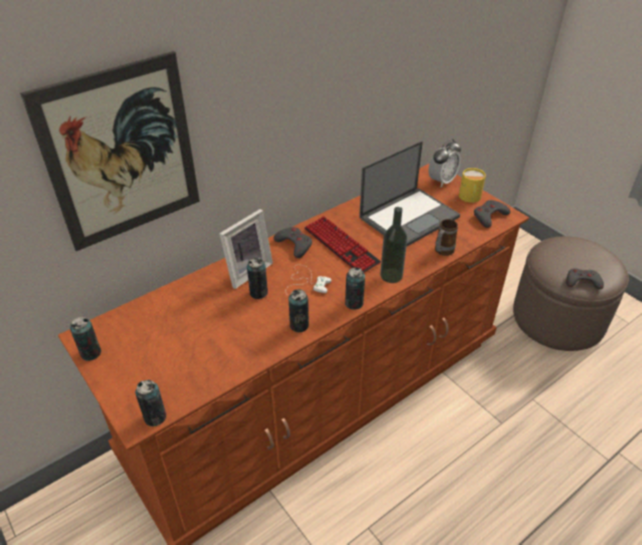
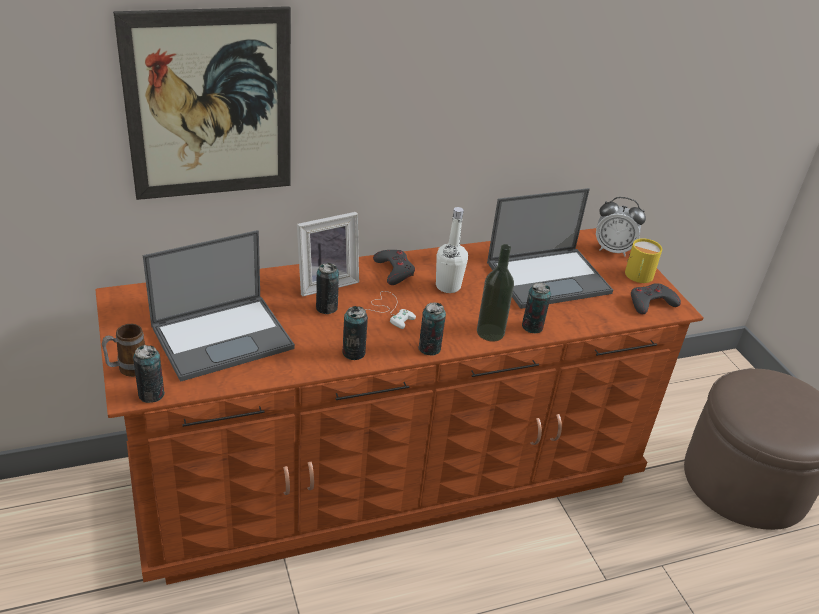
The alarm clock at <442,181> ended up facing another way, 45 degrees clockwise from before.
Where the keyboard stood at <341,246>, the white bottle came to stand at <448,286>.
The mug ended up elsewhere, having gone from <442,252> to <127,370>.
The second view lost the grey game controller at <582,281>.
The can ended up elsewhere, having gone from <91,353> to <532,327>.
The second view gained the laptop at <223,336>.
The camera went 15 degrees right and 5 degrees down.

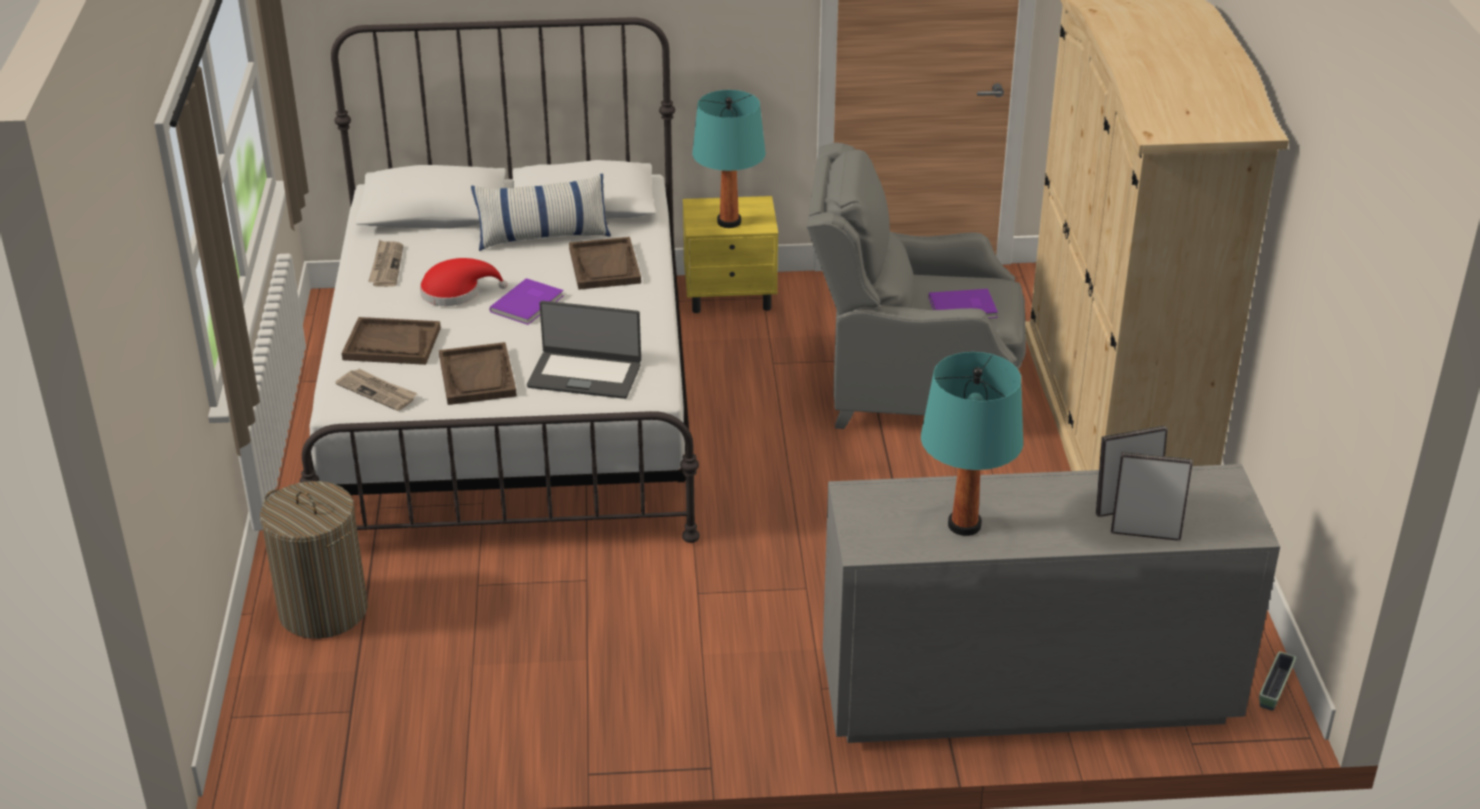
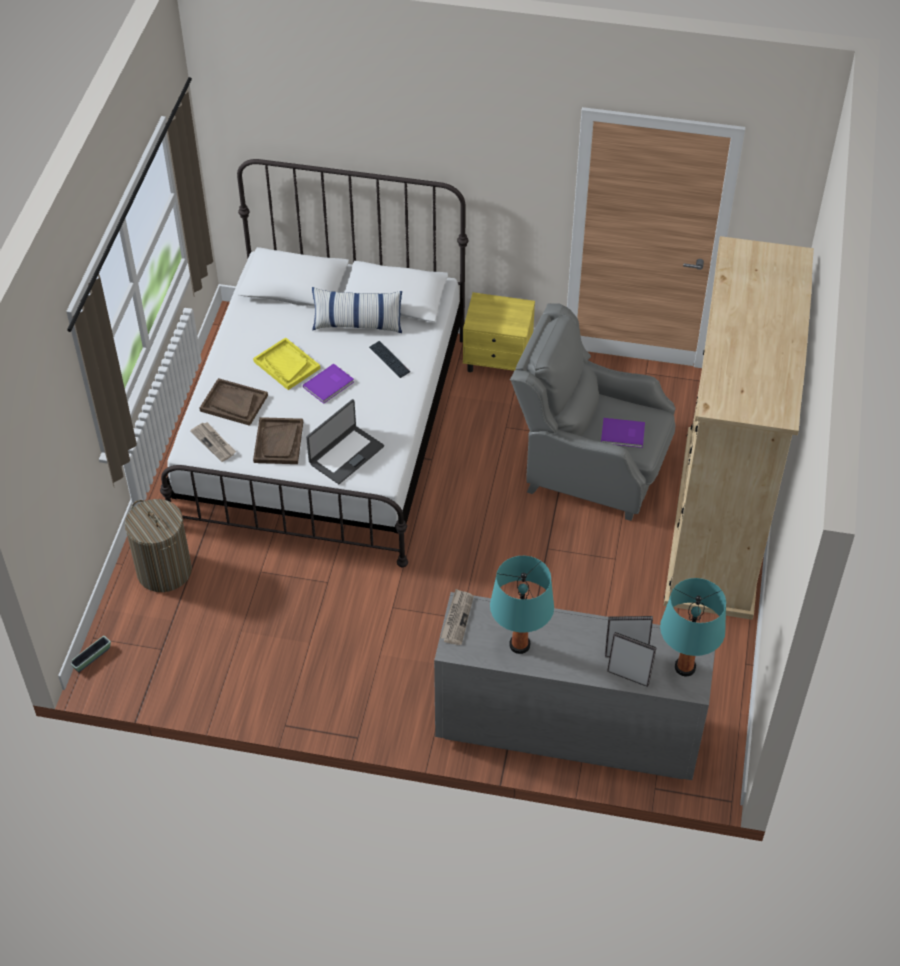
The turquoise table lamp ended up elsewhere, having gone from <728,222> to <684,667>.
Where the brown tray stood at <605,266>, the keyboard came to stand at <389,360>.
The newspaper ended up elsewhere, having gone from <386,266> to <457,618>.
Where the red hat stood at <456,292>, the yellow tray came to stand at <286,365>.
The laptop at <585,375> ended up facing another way, 75 degrees counterclockwise from before.
The planter ended up elsewhere, having gone from <1275,689> to <92,658>.
The camera went 15 degrees right and 15 degrees up.

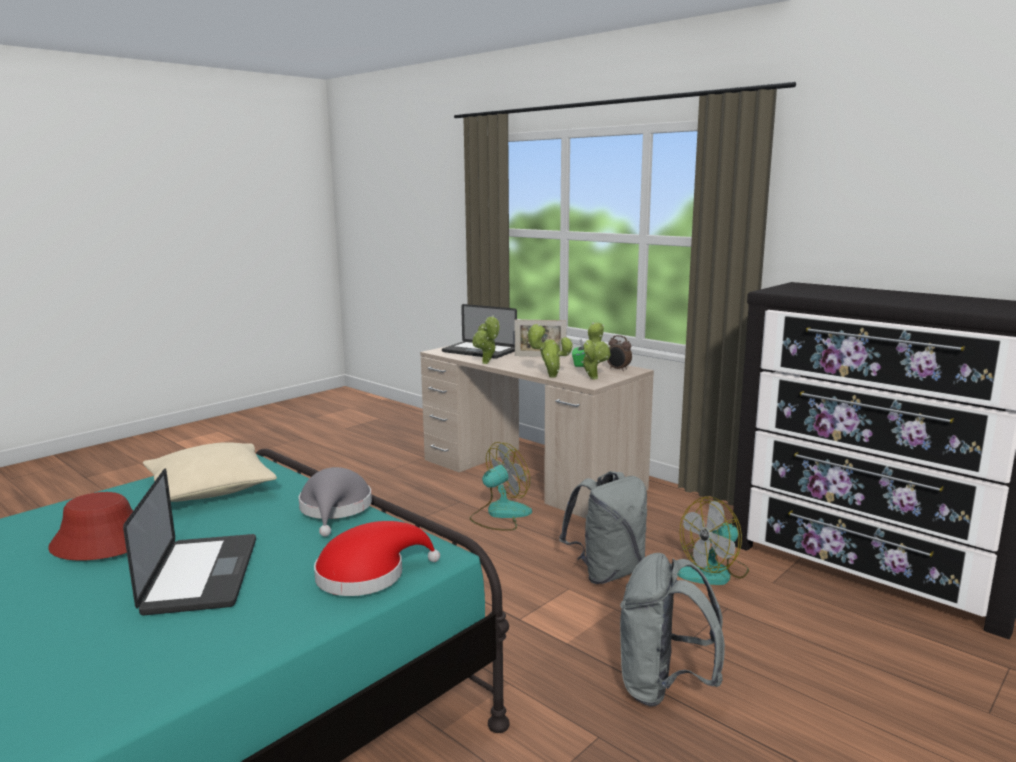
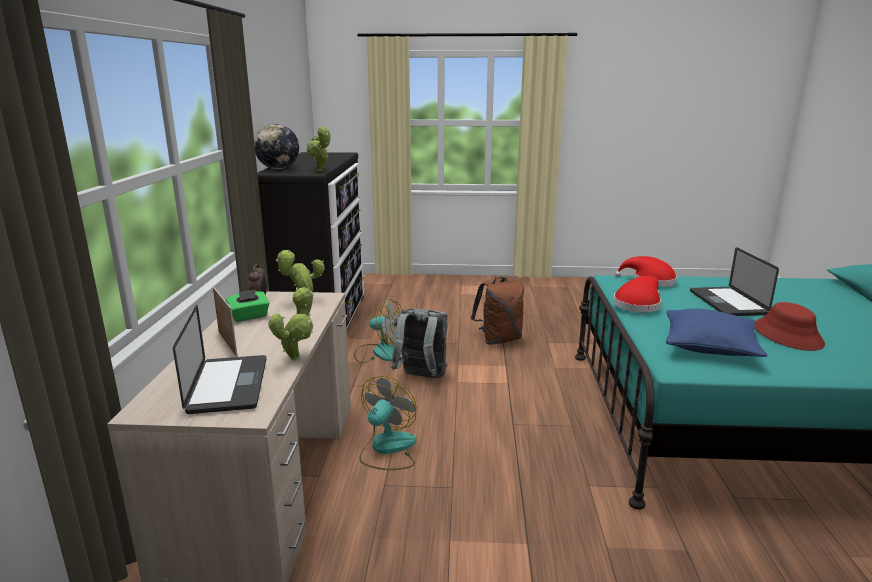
The potted plant ended up elsewhere, having gone from <549,376> to <320,171>.
What was the beige pillow at <210,489> turned into the blue pillow at <709,346>.
The fan at <500,514> ended up facing another way, 105 degrees clockwise from before.
What was the grey hat at <335,509> turned into the red hat at <638,304>.
The laptop at <201,575> ended up facing another way, 45 degrees counterclockwise from before.
What was the grey backpack at <663,687> turned into the brown backpack at <499,339>.
The second view gained the globe at <278,169>.
The camera went 130 degrees left and 5 degrees up.

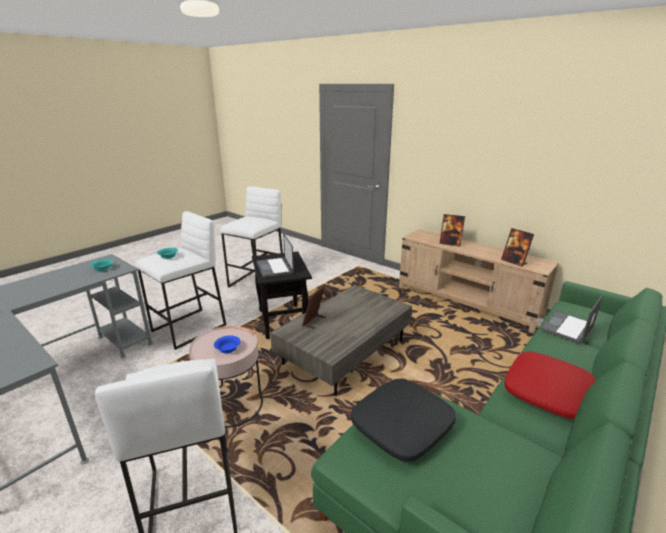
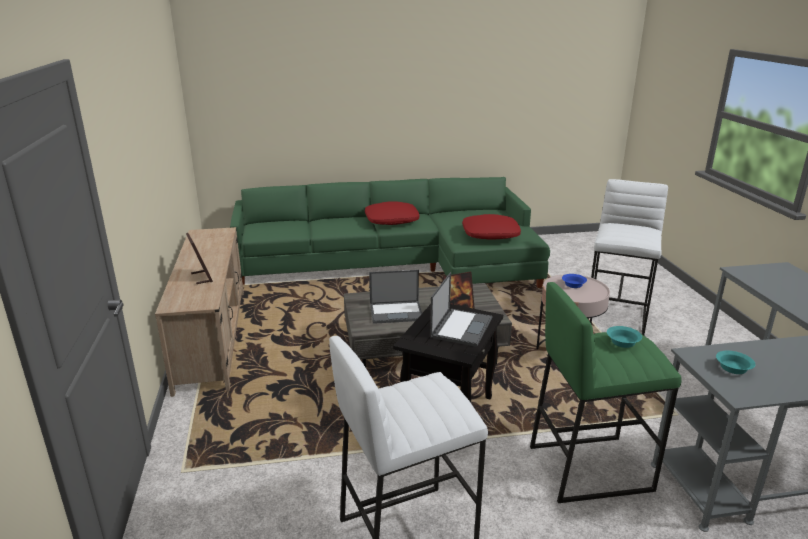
What was the white stool at <189,328> turned into the green stool at <589,467>.
The second view lost the picture frame at <514,262>.
The laptop ended up elsewhere, having gone from <567,327> to <397,312>.
What was the black pillow at <402,426> turned into the red pillow at <490,234>.
The camera went 140 degrees left and 0 degrees up.

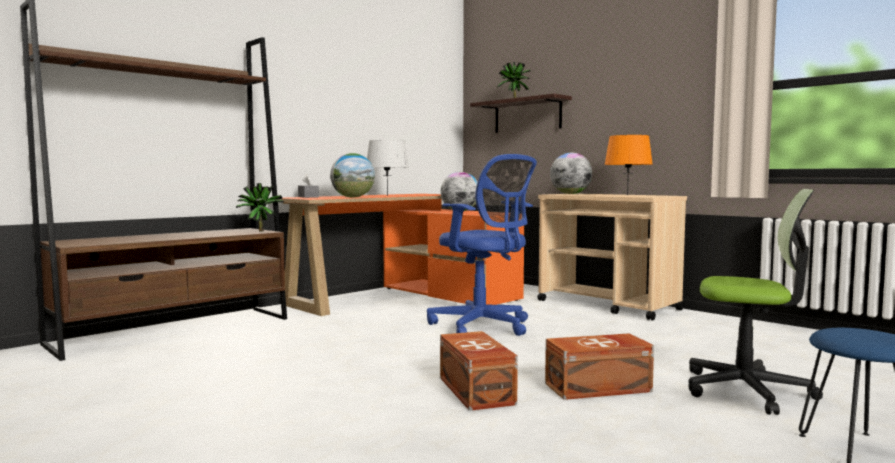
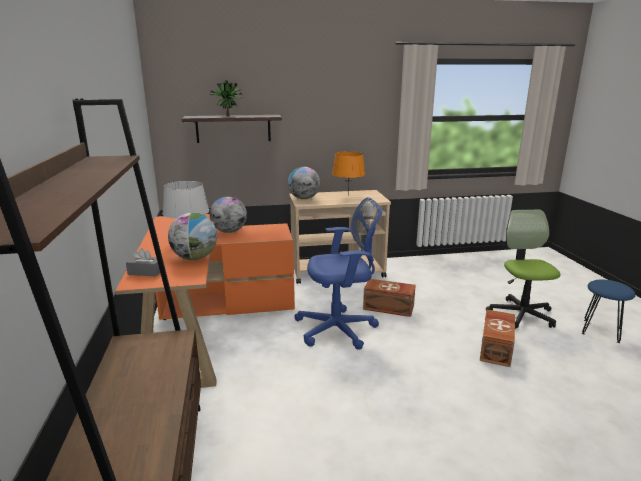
The second view lost the potted plant at <259,231>.
The office chair at <747,390> ended up facing another way, 60 degrees counterclockwise from before.
The brown storage box ended up elsewhere, having gone from <475,391> to <389,308>.
The camera went 55 degrees left and 15 degrees up.

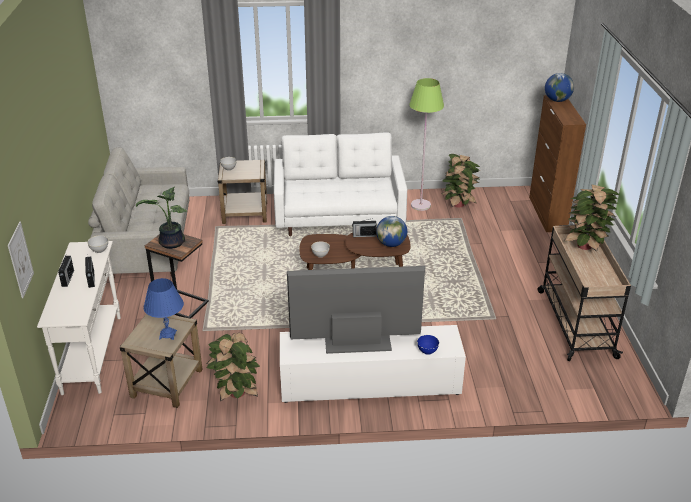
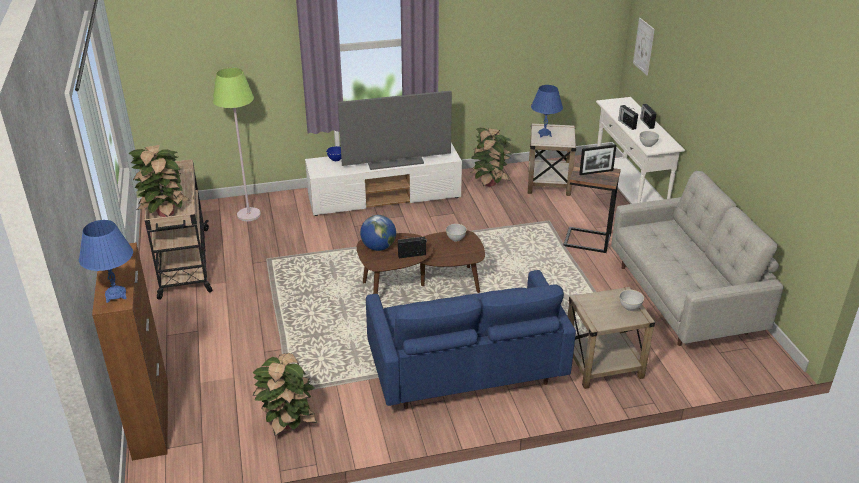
Where the globe stood at <557,100>, the blue table lamp came to stand at <116,295>.
The green floor lamp ended up elsewhere, having gone from <421,205> to <248,215>.
What was the white sofa at <339,219> turned into the blue sofa at <465,370>.
Where the potted plant stood at <171,243>, the picture frame came to stand at <596,172>.
The camera went 170 degrees right and 0 degrees up.

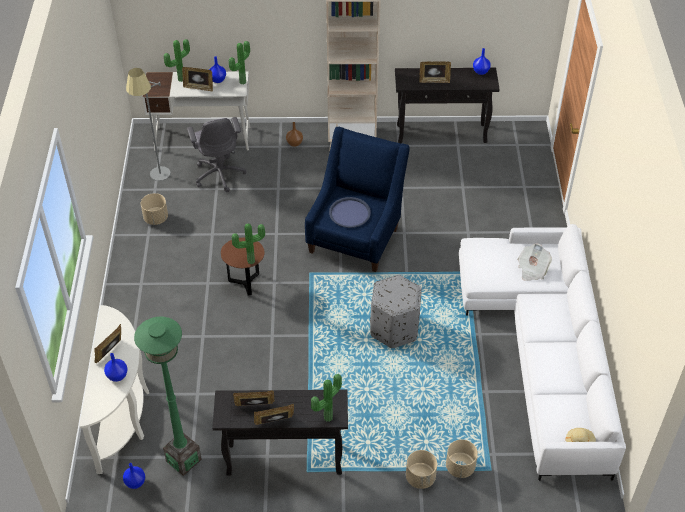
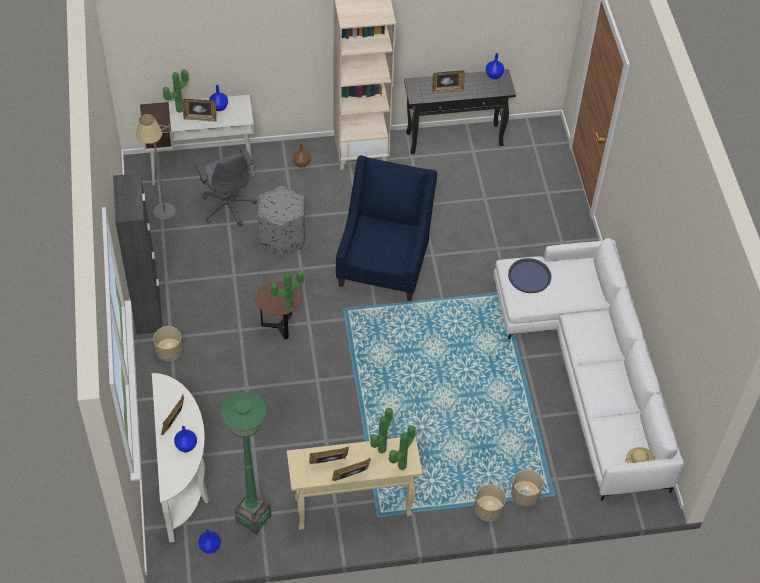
The potted plant ended up elsewhere, having gone from <241,82> to <380,449>.
The beige planter ended up elsewhere, having gone from <155,218> to <169,352>.
The blue tray ended up elsewhere, having gone from <349,213> to <529,276>.
The second view lost the newspaper at <532,269>.
The grey ottoman ended up elsewhere, having gone from <394,328> to <282,237>.
What was the black console table at <283,459> turned into the beige console table at <352,507>.
The second view gained the black cabinet at <148,310>.
The camera went 10 degrees left and 5 degrees up.

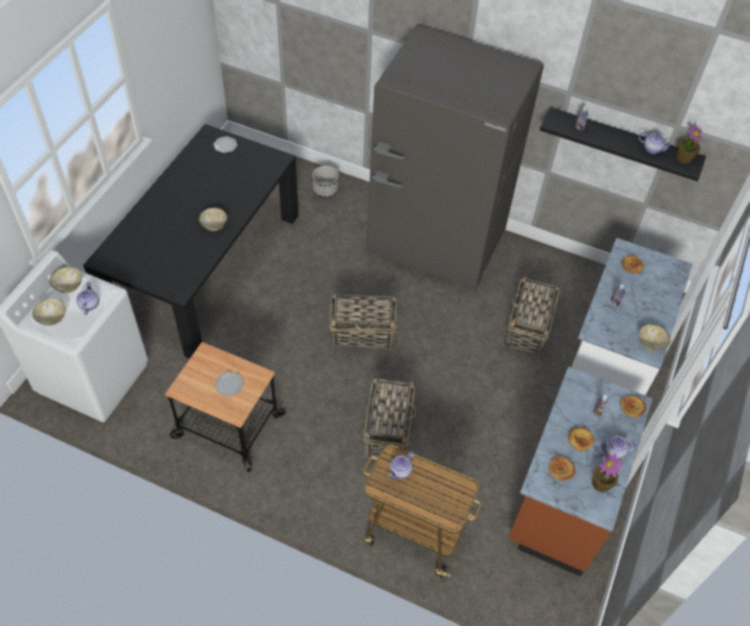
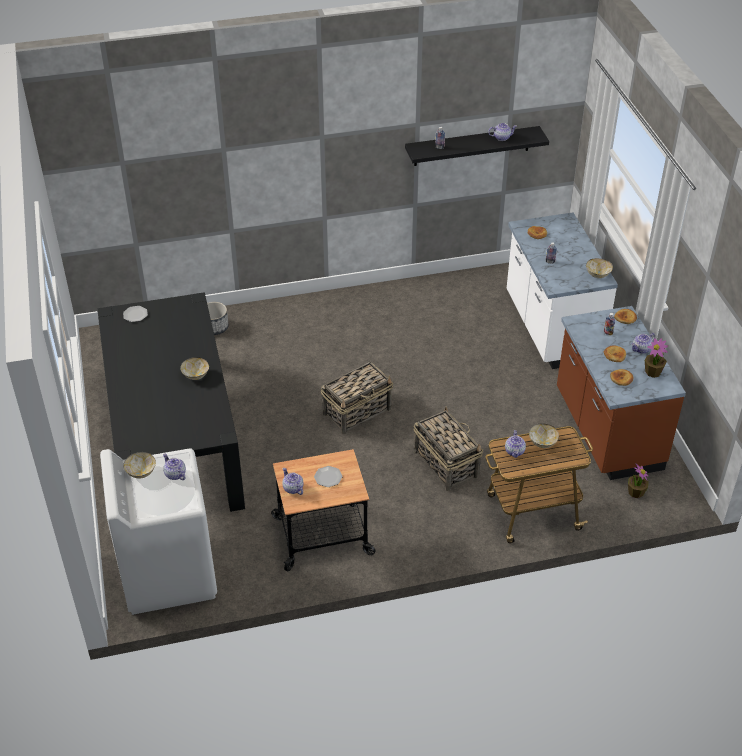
The second view lost the grey fridge at <435,244>.
The potted plant ended up elsewhere, having gone from <684,157> to <635,492>.
The second view lost the basket at <527,329>.
The bowl ended up elsewhere, having gone from <52,319> to <542,443>.
The second view gained the teapot at <292,488>.
The camera went 35 degrees left and 10 degrees down.

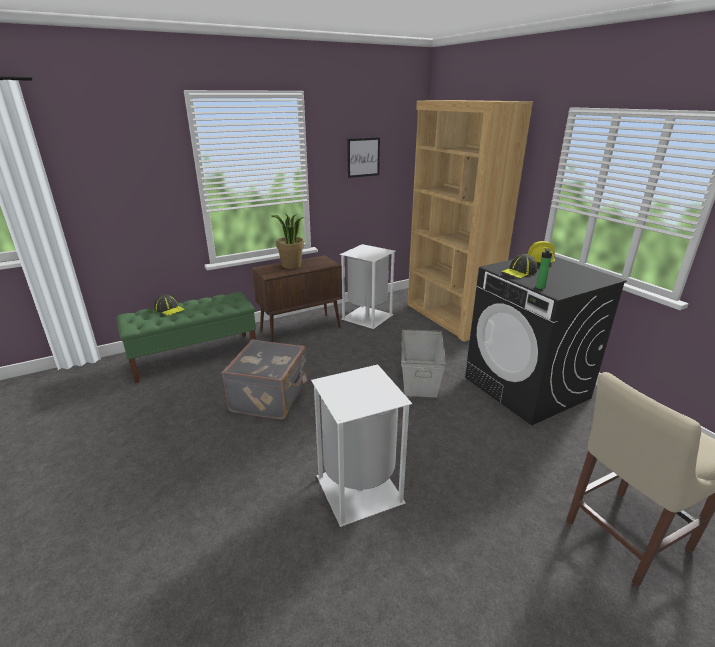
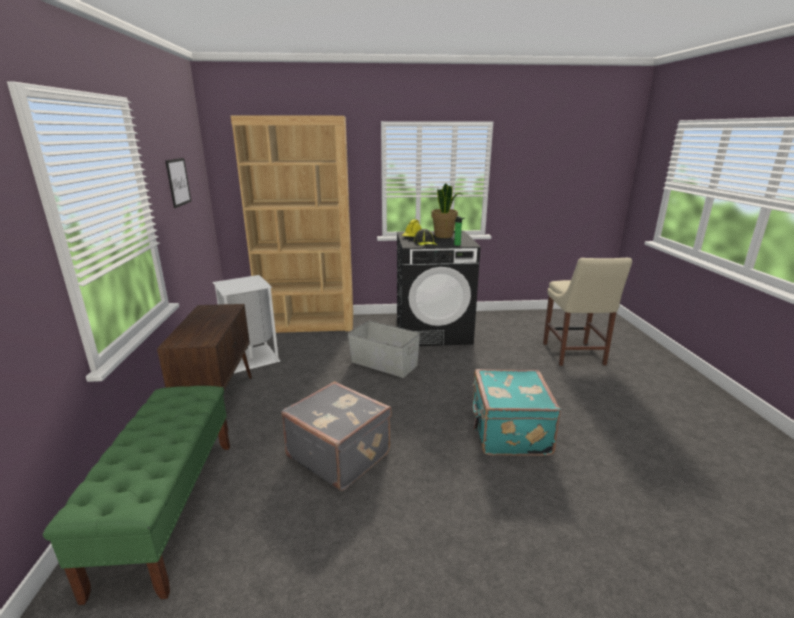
The potted plant ended up elsewhere, having gone from <291,266> to <444,236>.
The second view lost the cap at <169,309>.
Where the white trash can stood at <358,491>, the turquoise suitcase came to stand at <508,432>.
The camera went 65 degrees left and 5 degrees down.

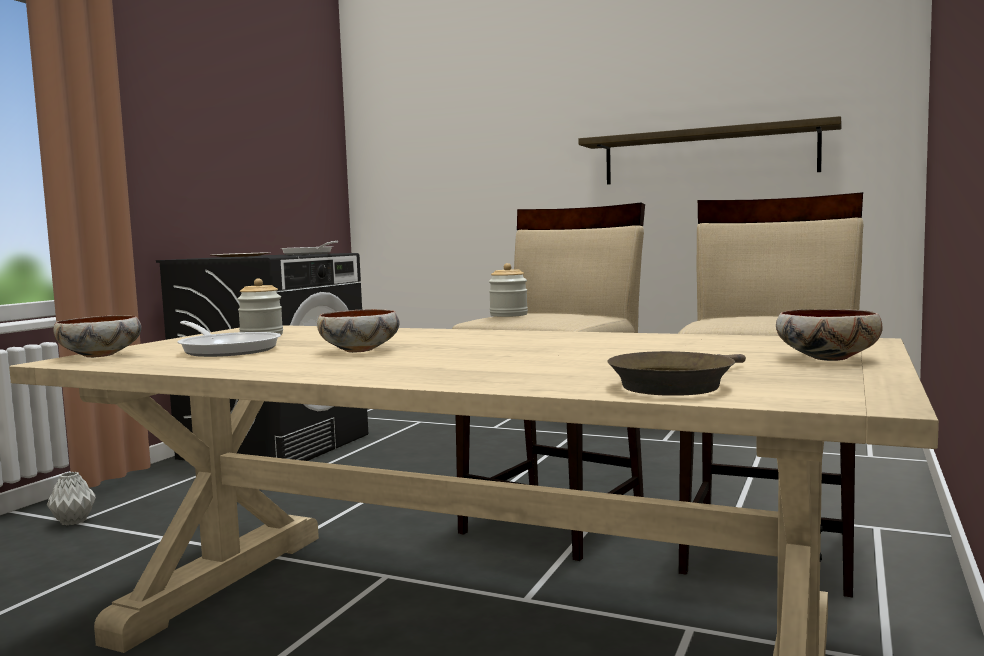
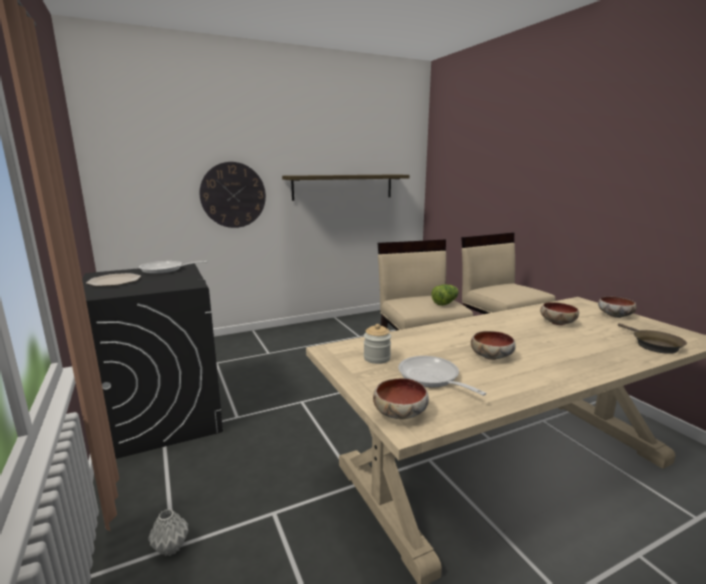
The second view lost the jar at <508,315>.
The frying pan at <227,349> ended up facing another way, 120 degrees counterclockwise from before.
The second view gained the wall clock at <233,195>.
The second view gained the lettuce at <445,302>.
The second view gained the bowl at <557,322>.
The camera went 50 degrees left and 10 degrees up.

